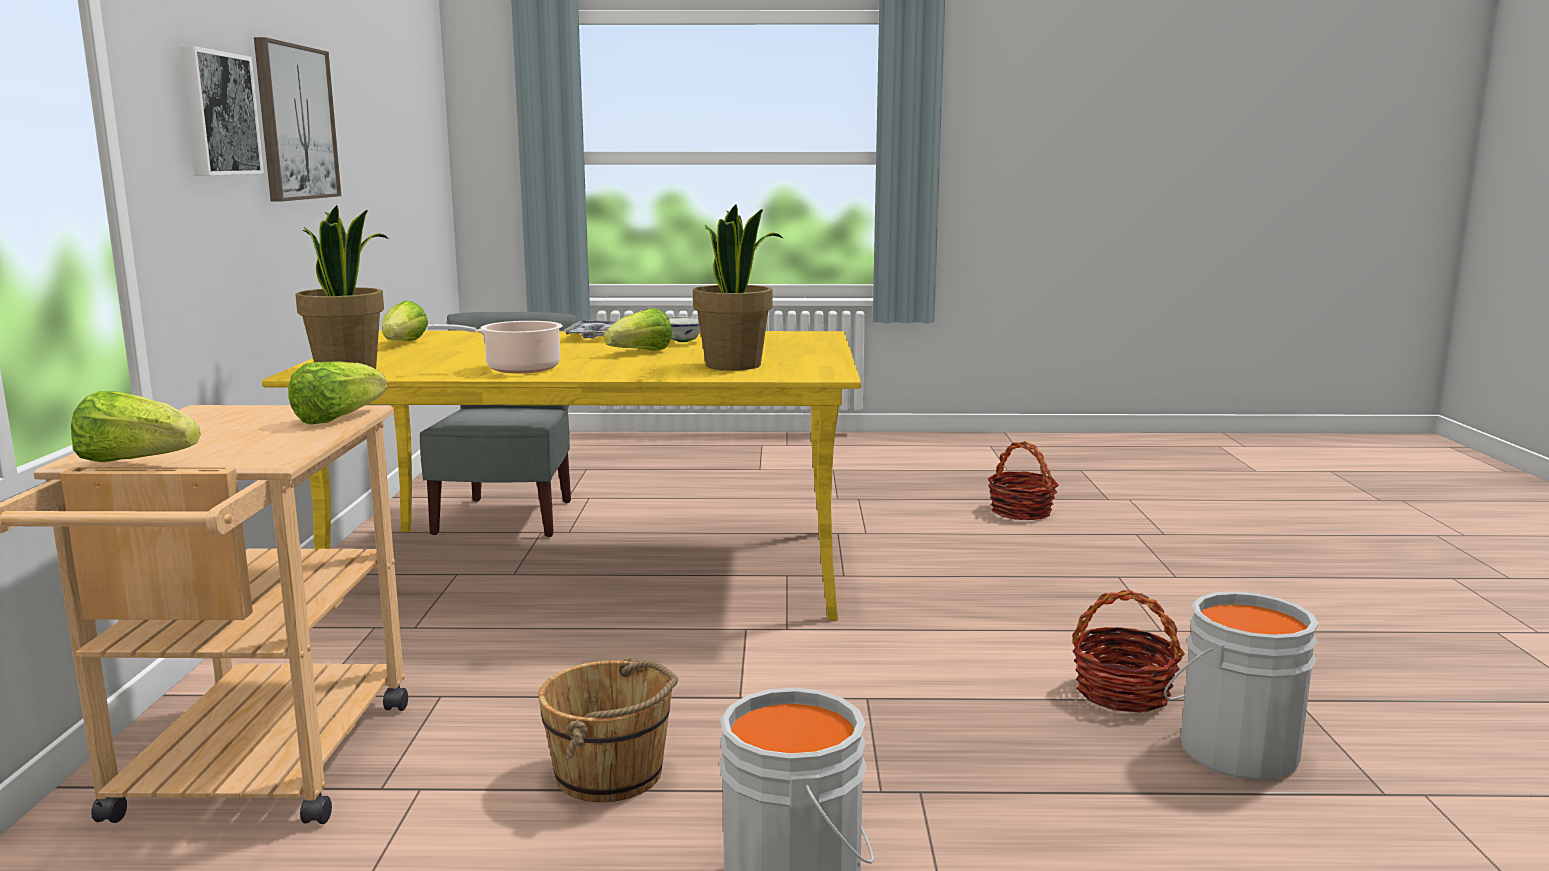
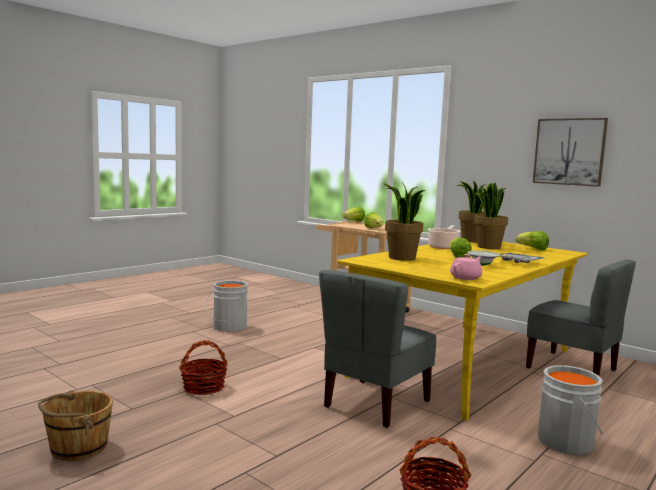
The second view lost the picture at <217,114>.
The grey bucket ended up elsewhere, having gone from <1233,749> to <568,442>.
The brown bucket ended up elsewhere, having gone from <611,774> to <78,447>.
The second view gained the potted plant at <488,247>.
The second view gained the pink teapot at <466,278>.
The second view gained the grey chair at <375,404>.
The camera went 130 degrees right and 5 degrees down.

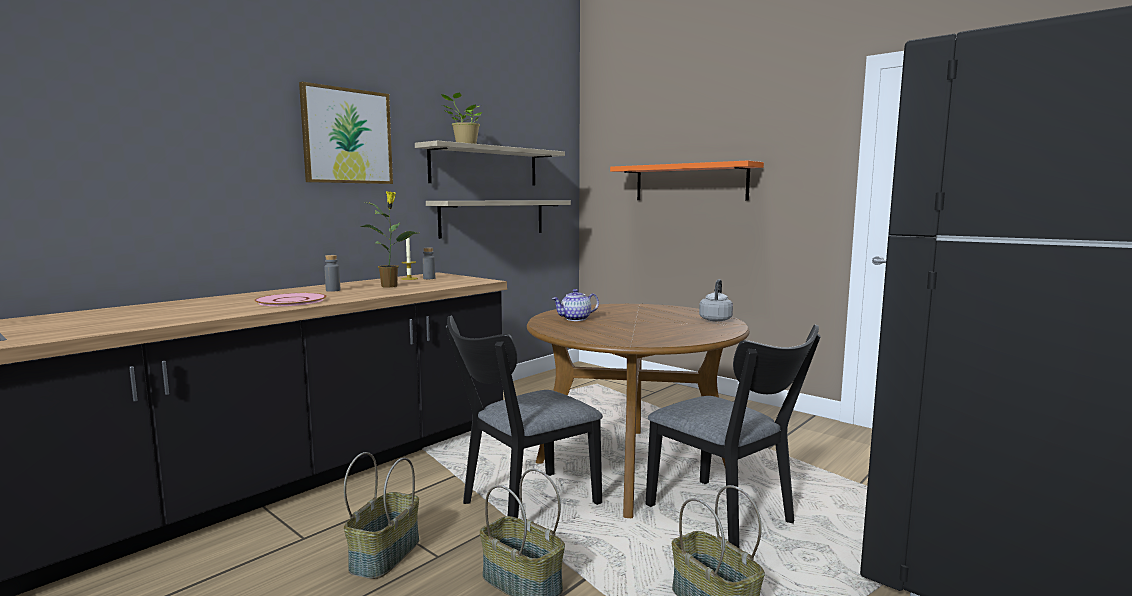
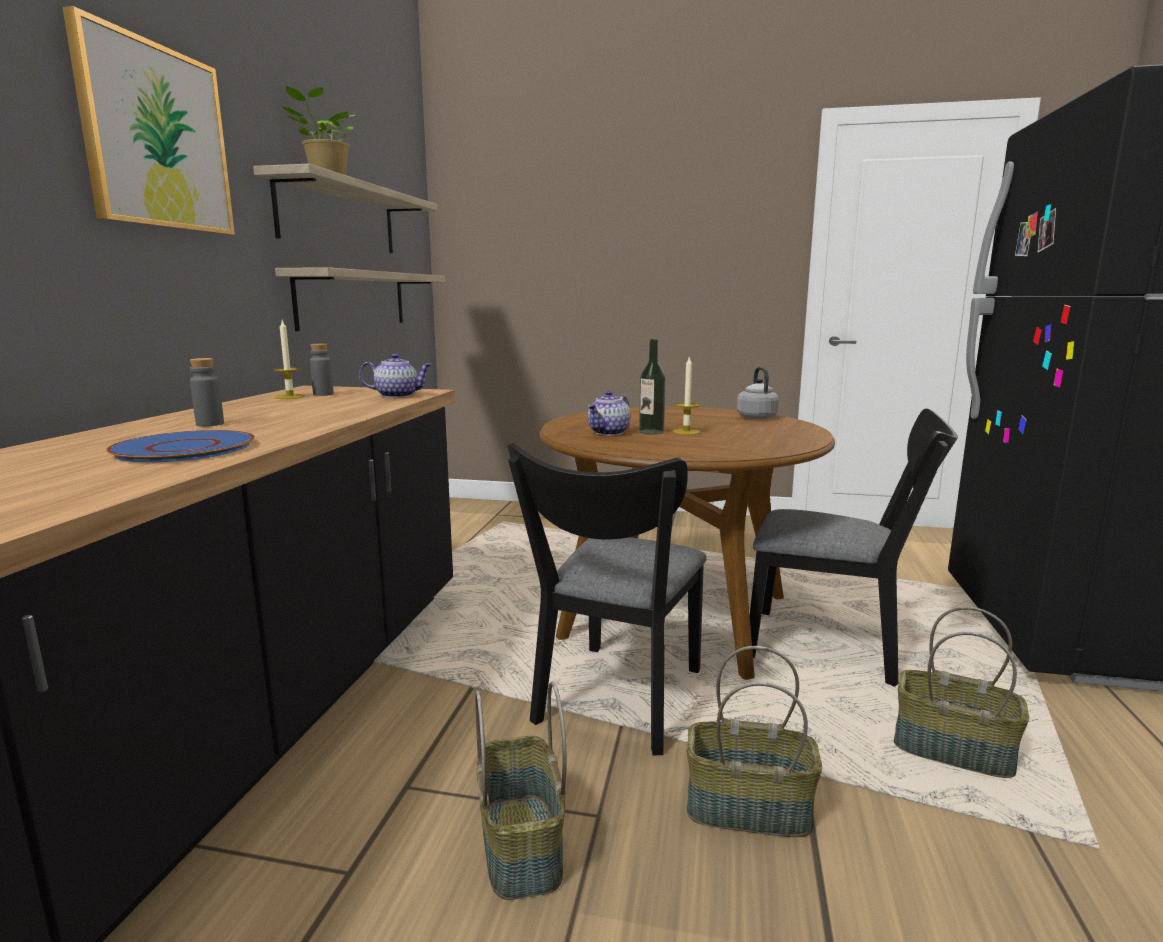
The second view lost the orange shelf at <690,182>.
The second view lost the potted plant at <390,286>.
What was the pink plate at <290,301> turned into the blue plate at <183,449>.
The second view gained the bottle at <651,432>.
The second view gained the teapot at <398,396>.
The second view gained the candle at <686,432>.
The camera went 30 degrees left and 5 degrees up.

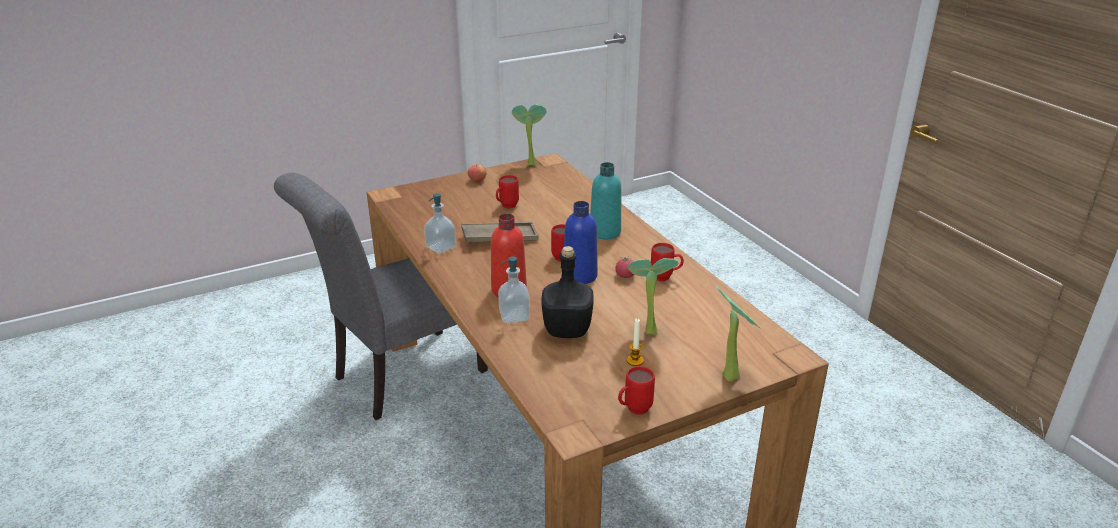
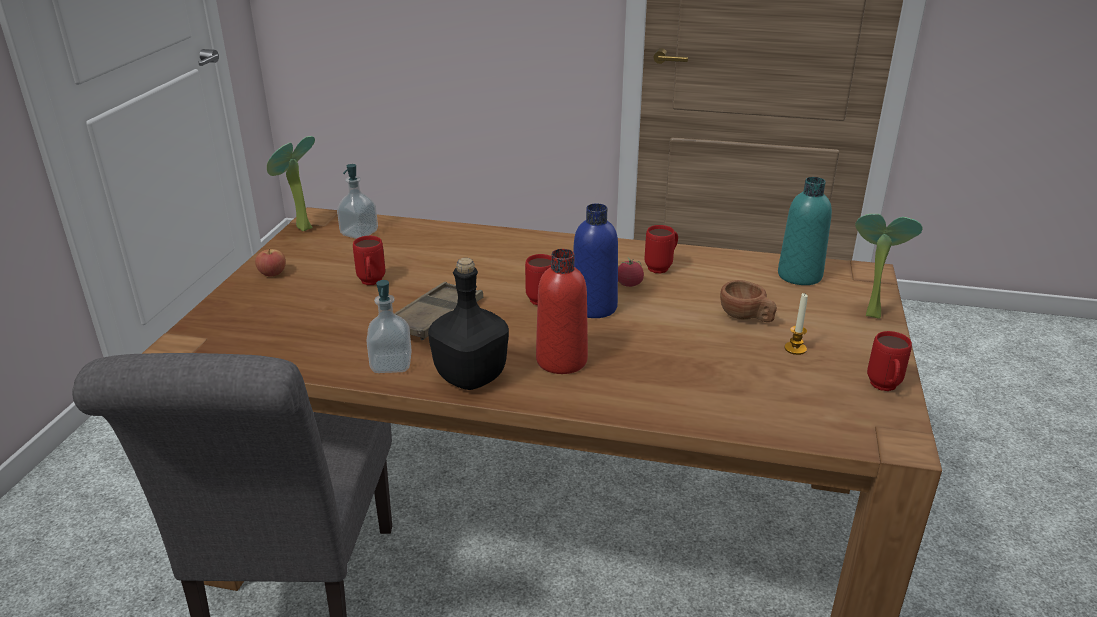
The turquoise bottle ended up elsewhere, having gone from <605,232> to <799,275>.
The black bottle ended up elsewhere, having gone from <566,330> to <470,377>.
The soap dispenser ended up elsewhere, having gone from <514,316> to <359,233>.
Where the potted plant stood at <647,330>, the brown cup came to stand at <746,318>.
The camera went 50 degrees left and 0 degrees up.

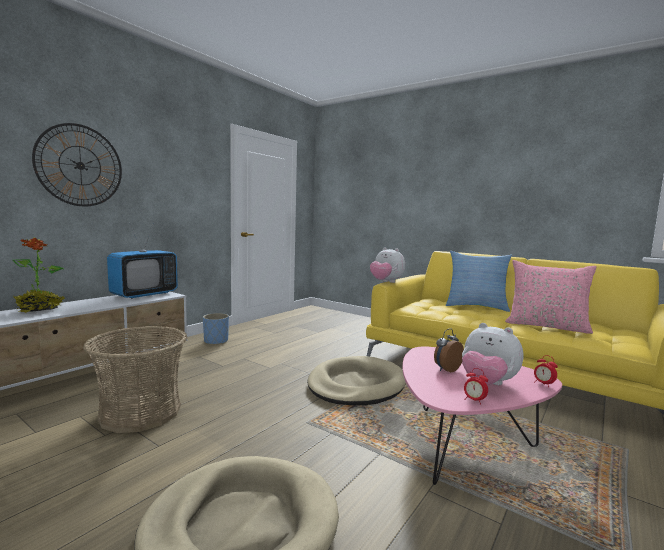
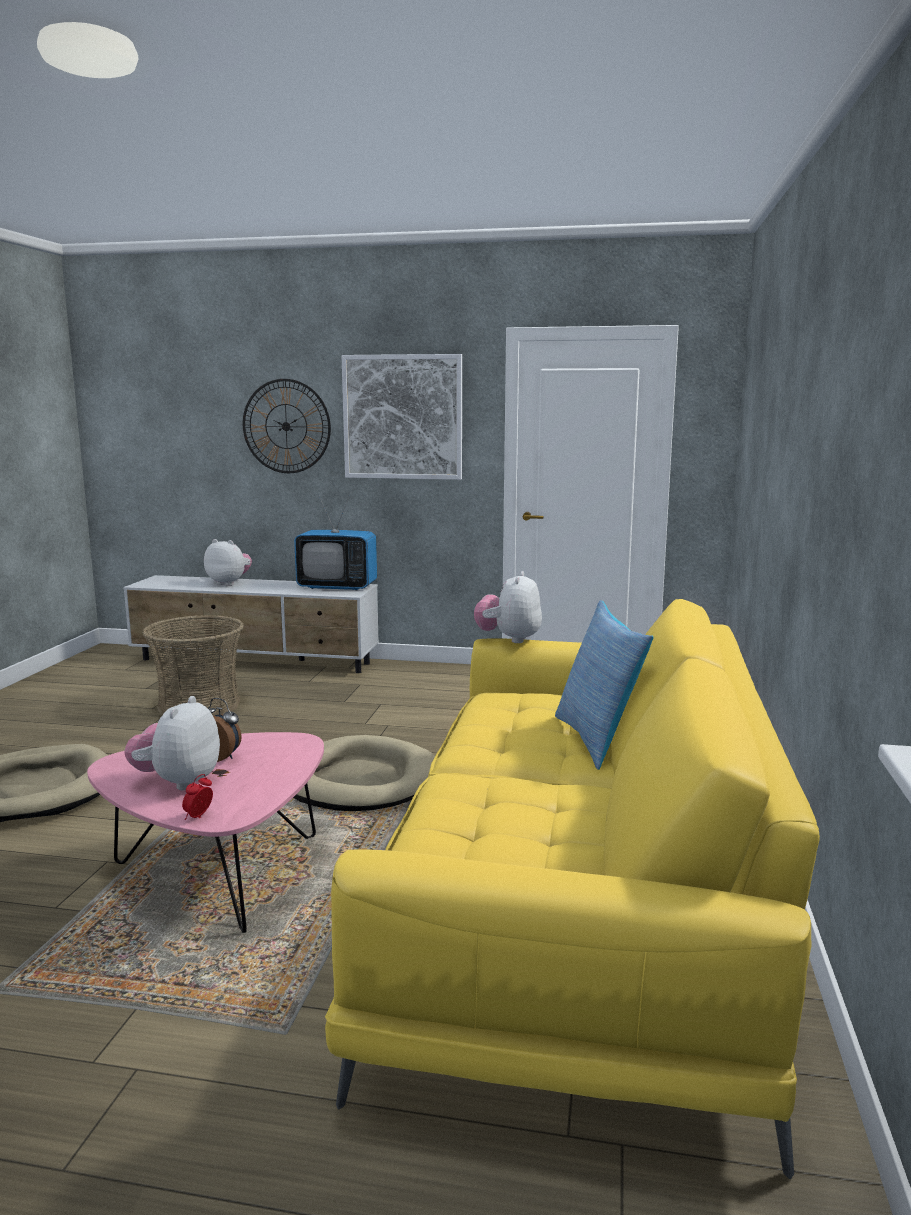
Where the potted plant stood at <40,310>, the plush toy came to stand at <229,583>.
The second view lost the pink pillow at <546,326>.
The second view lost the blue planter at <216,341>.
The second view lost the alarm clock at <474,400>.
The second view gained the picture at <402,417>.
The camera went 65 degrees right and 5 degrees up.

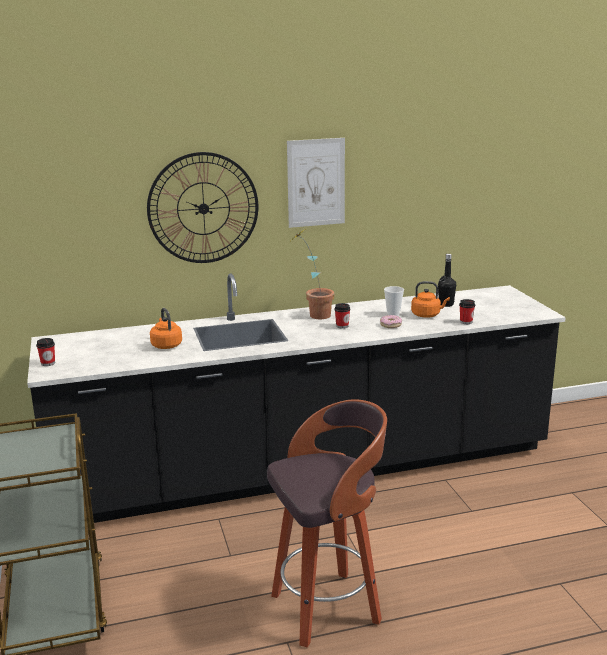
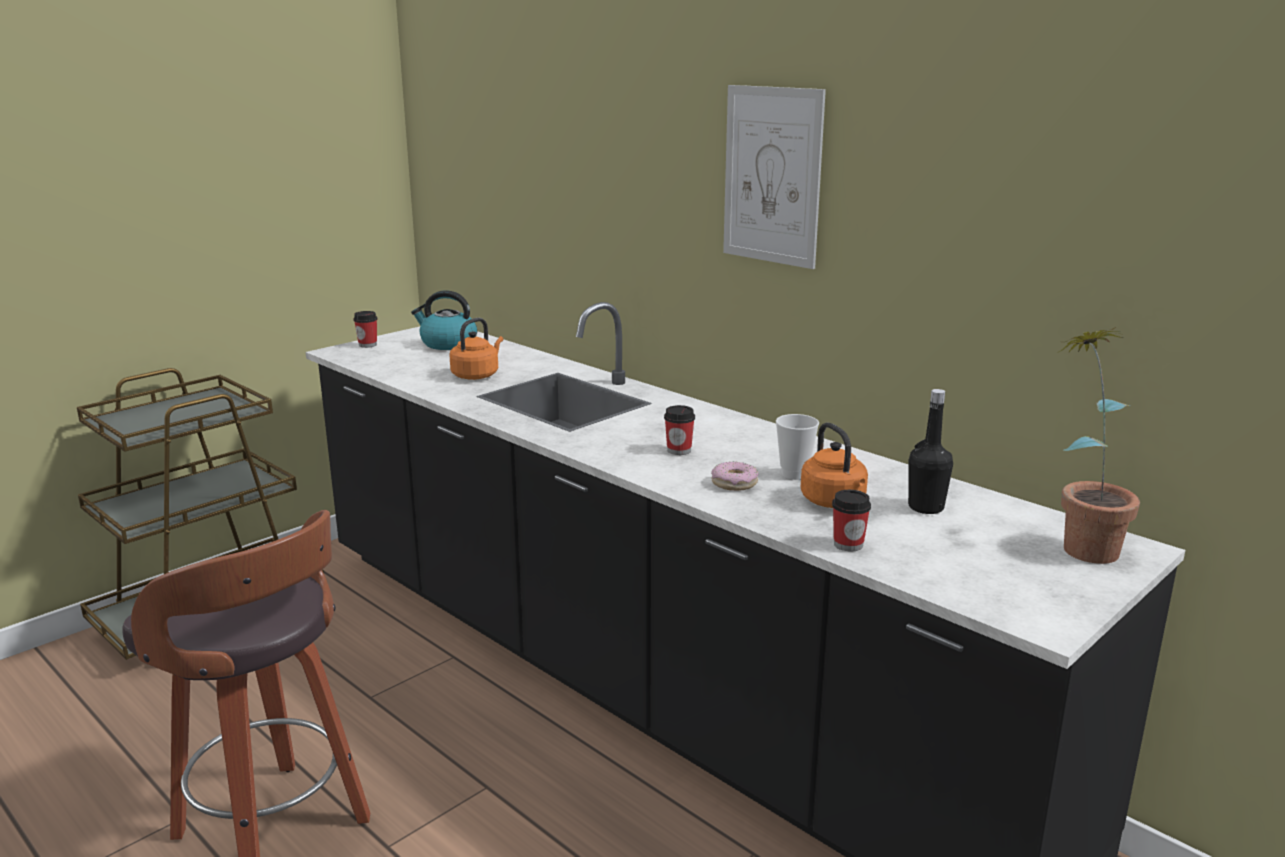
The second view lost the wall clock at <203,208>.
The potted plant ended up elsewhere, having gone from <313,315> to <1081,543>.
The second view gained the kettle at <447,344>.
The camera went 60 degrees right and 0 degrees up.

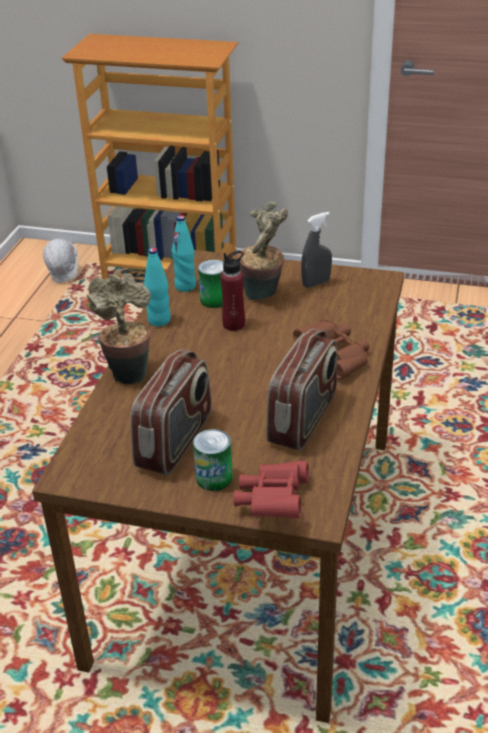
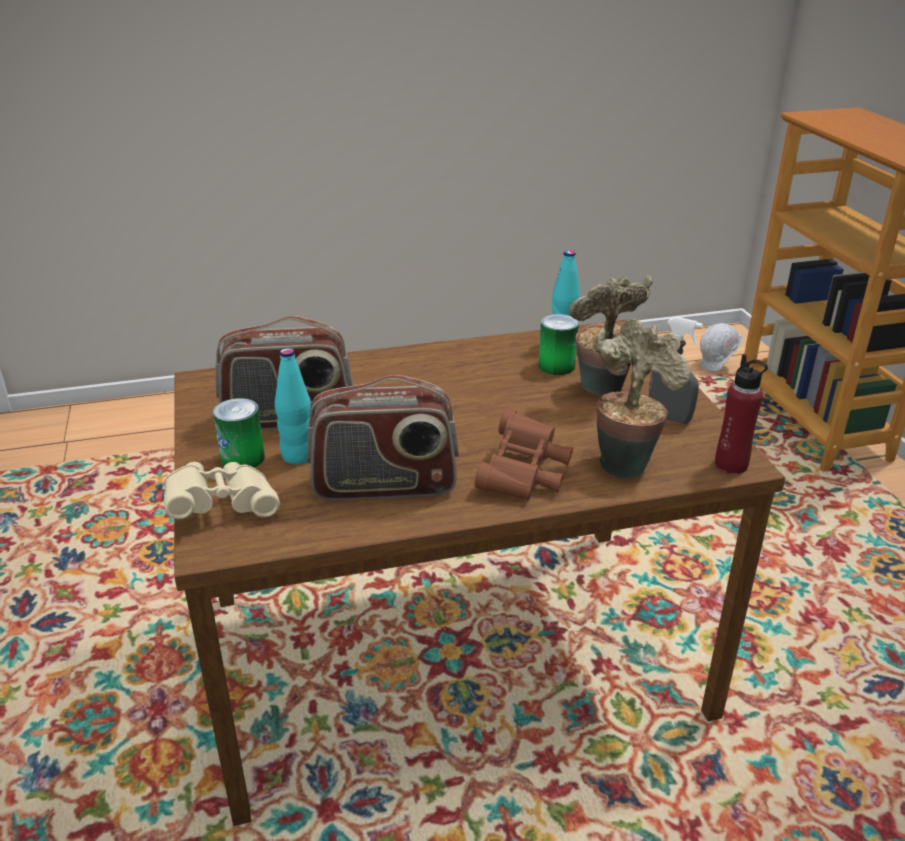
The turquoise bottle ended up elsewhere, having gone from <159,320> to <298,456>.
The red bottle ended up elsewhere, having gone from <234,324> to <731,464>.
The potted plant ended up elsewhere, having gone from <127,372> to <626,462>.
What was the red binoculars at <273,502> turned into the beige binoculars at <222,507>.
The camera went 60 degrees right and 5 degrees down.

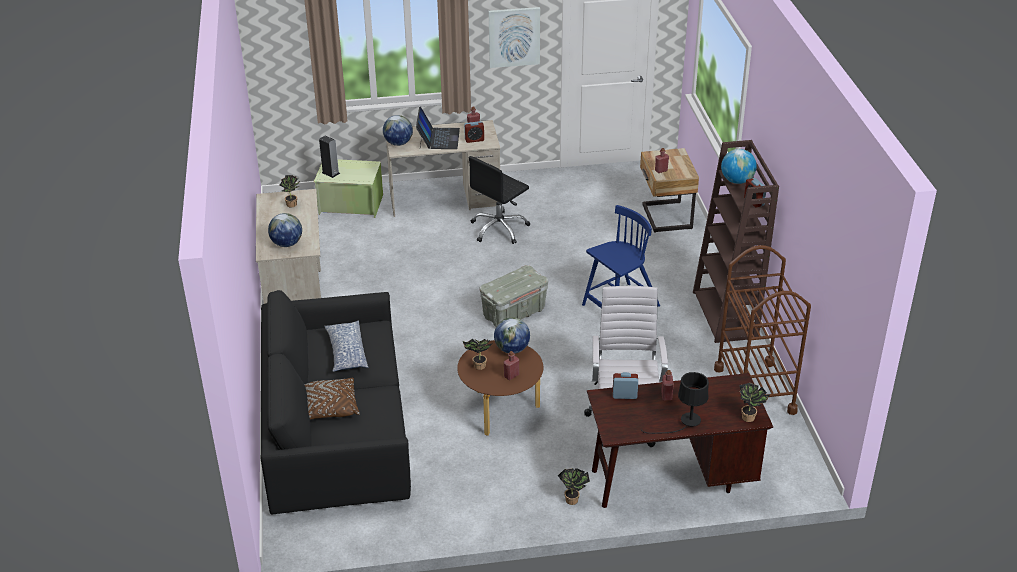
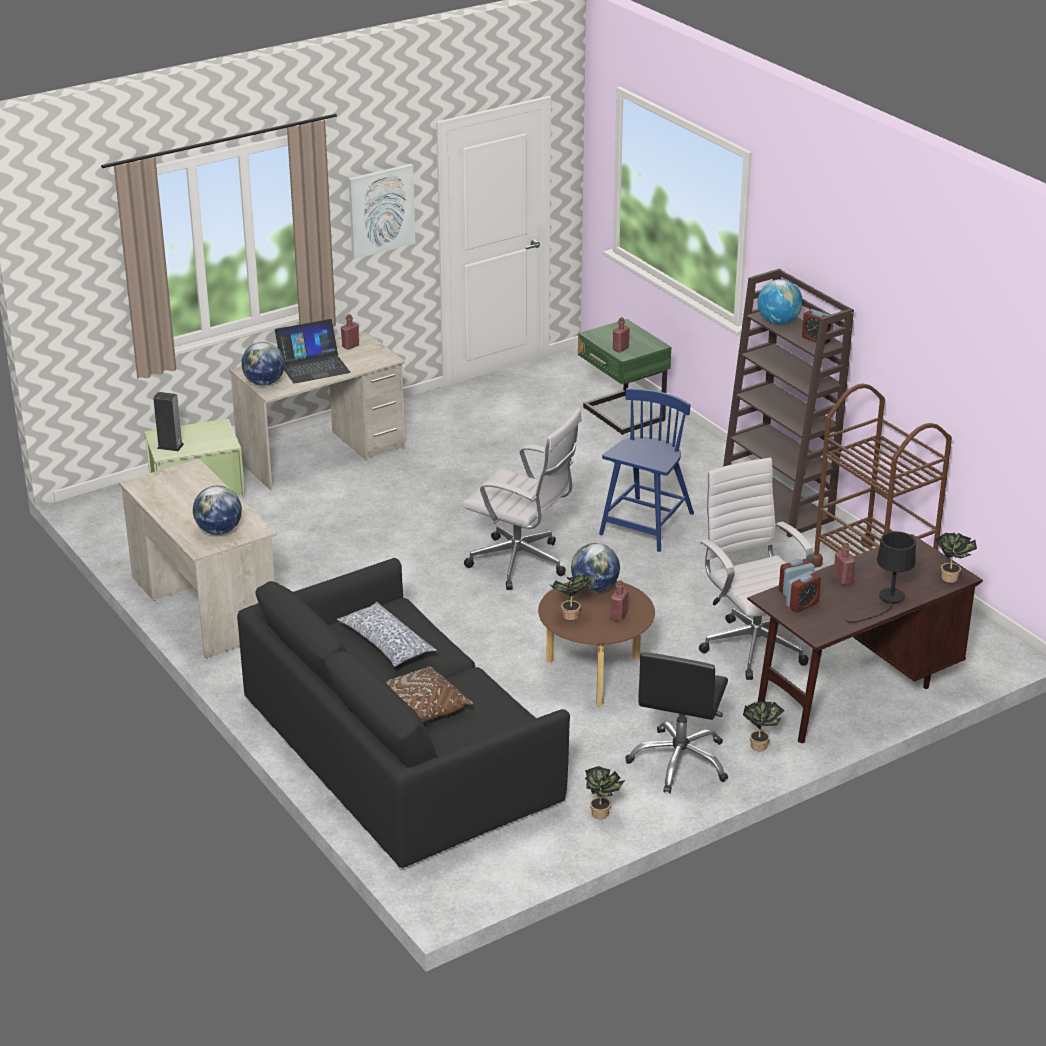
The laptop at <438,138> ended up facing another way, 90 degrees clockwise from before.
The alarm clock ended up elsewhere, having gone from <474,140> to <802,605>.
What was the beige nightstand at <665,217> turned into the green nightstand at <622,415>.
The black office chair ended up elsewhere, having gone from <499,229> to <680,761>.
The potted plant ended up elsewhere, having gone from <293,205> to <602,814>.
Where the grey storage box stood at <514,313>, the white office chair came to stand at <522,564>.
The camera went 25 degrees left and 5 degrees down.

